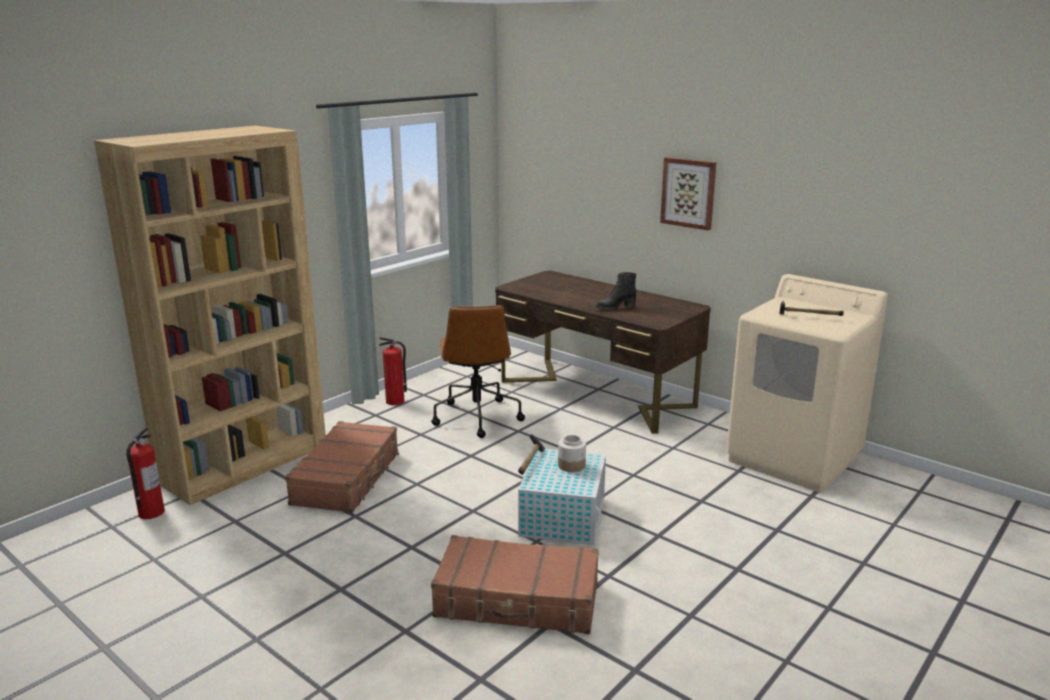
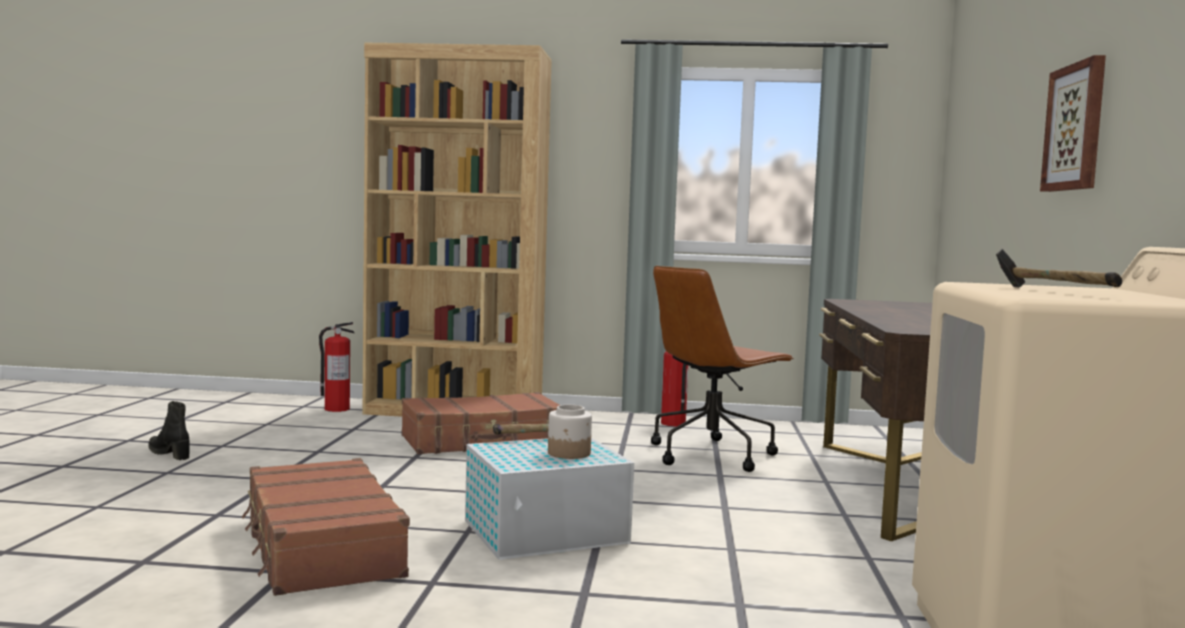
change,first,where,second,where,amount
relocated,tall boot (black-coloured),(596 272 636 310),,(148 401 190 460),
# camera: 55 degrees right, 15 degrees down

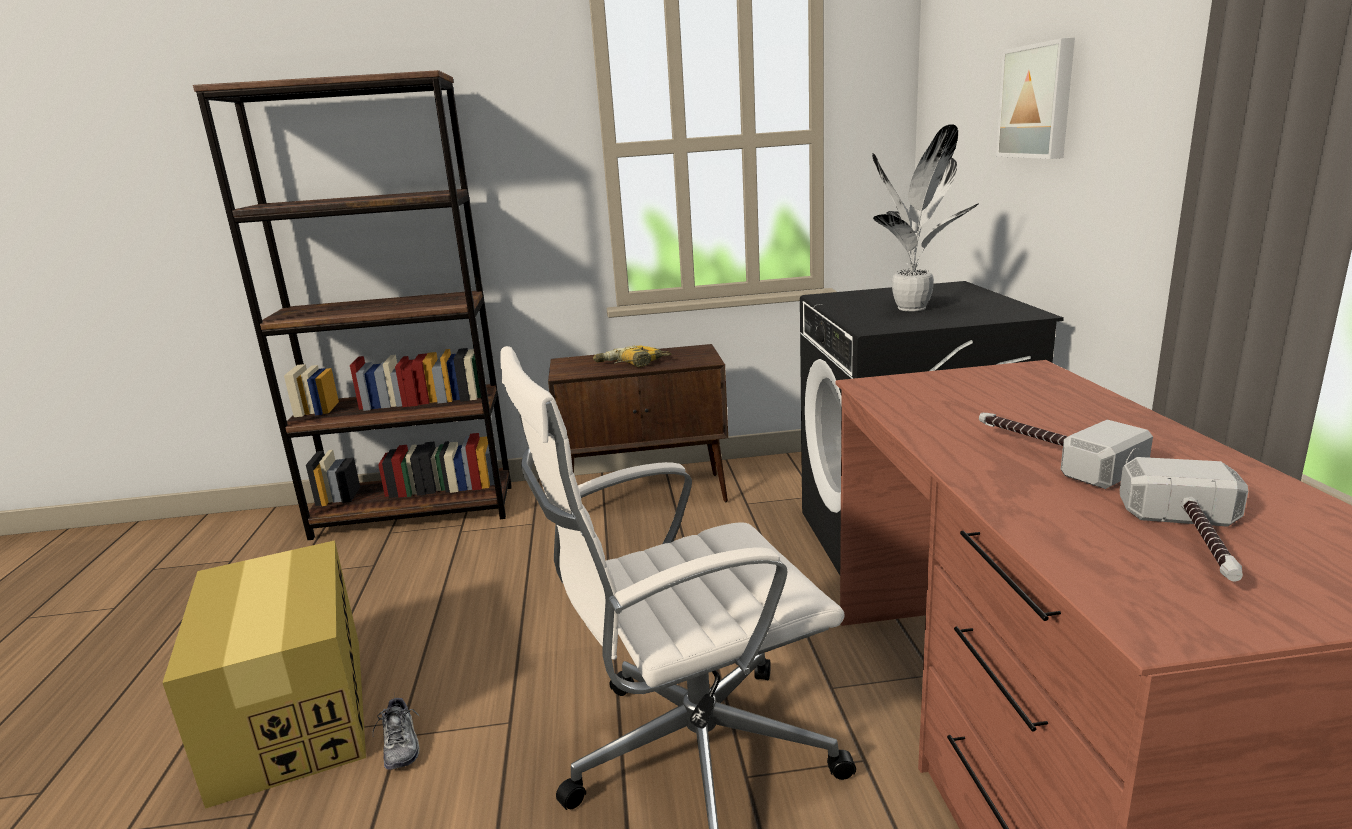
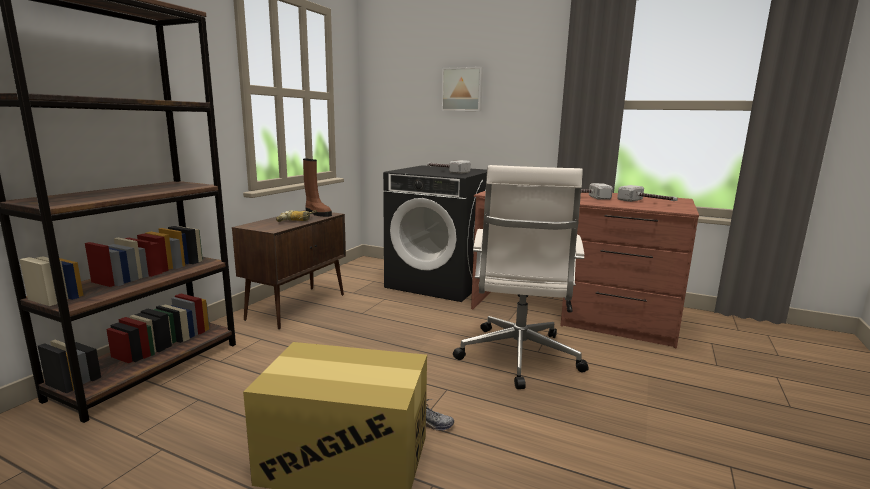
change,first,where,second,where,amount
appeared,,,tall boot (brownish),(303 158 332 217),
exchanged,plant in a pot,(872 124 979 311),hammer,(427 160 471 174),
# camera: 60 degrees left, 5 degrees down

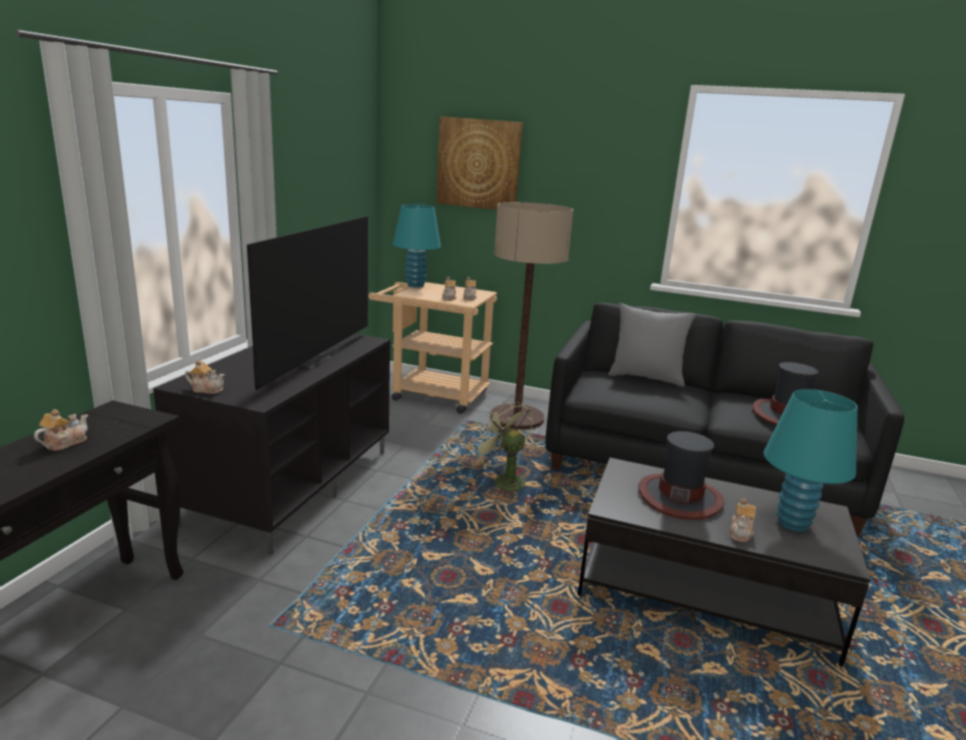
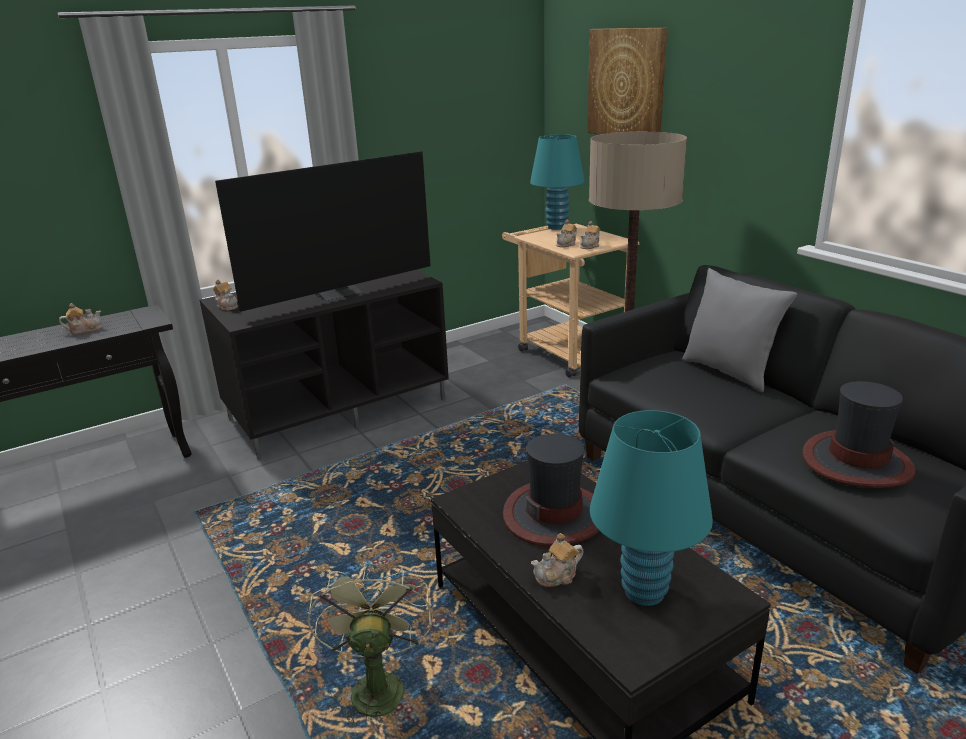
change,first,where,second,where,amount
relocated,cooling fan (greenish),(472 401 533 495),,(307 562 433 726),
# camera: 40 degrees right, 5 degrees up

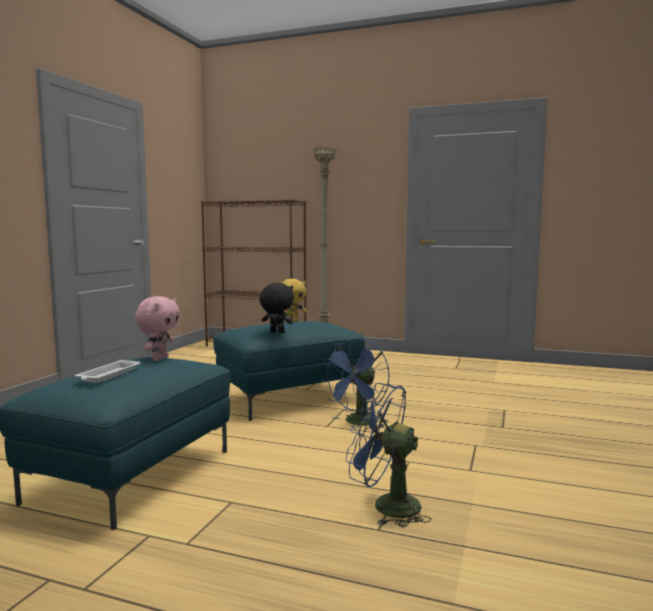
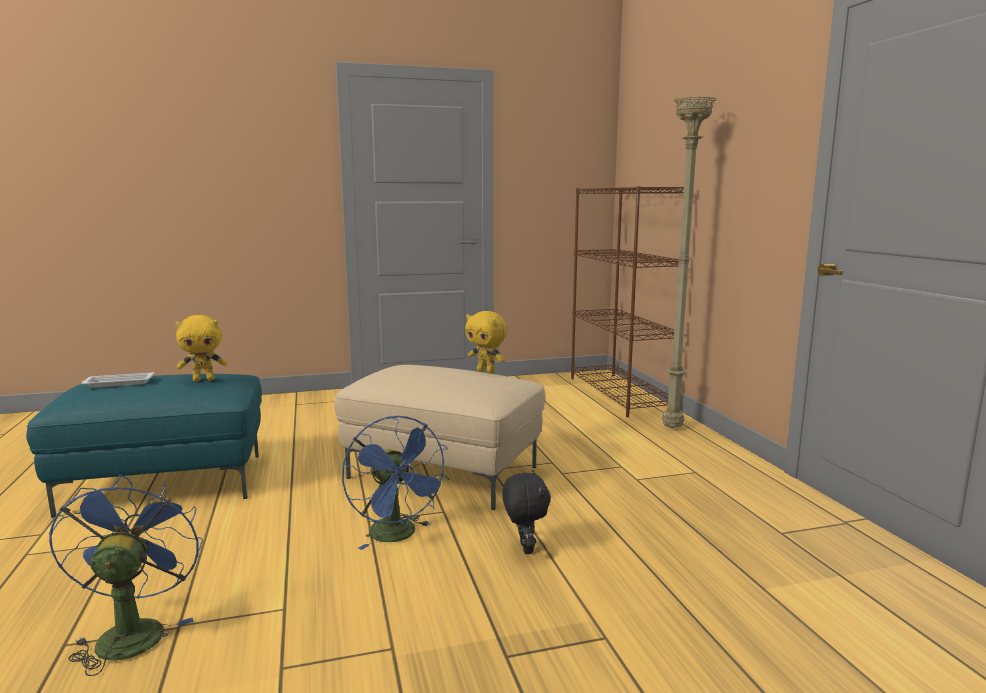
change,first,where,second,where,amount
colour,cuddly toy (pinkish),(135 296 180 361),cuddly toy (yellow-coloured),(176 315 227 382),
colour,pouffe (turquoise),(213 321 365 421),pouffe (beige-coloured),(334 365 545 510),
spun,cooling fan (bluish),(321 338 390 427),,(342 416 450 550),120 degrees counterclockwise
relocated,cuddly toy (black-coloured),(260 283 294 333),,(502 470 551 554),
# camera: 55 degrees right, 5 degrees up

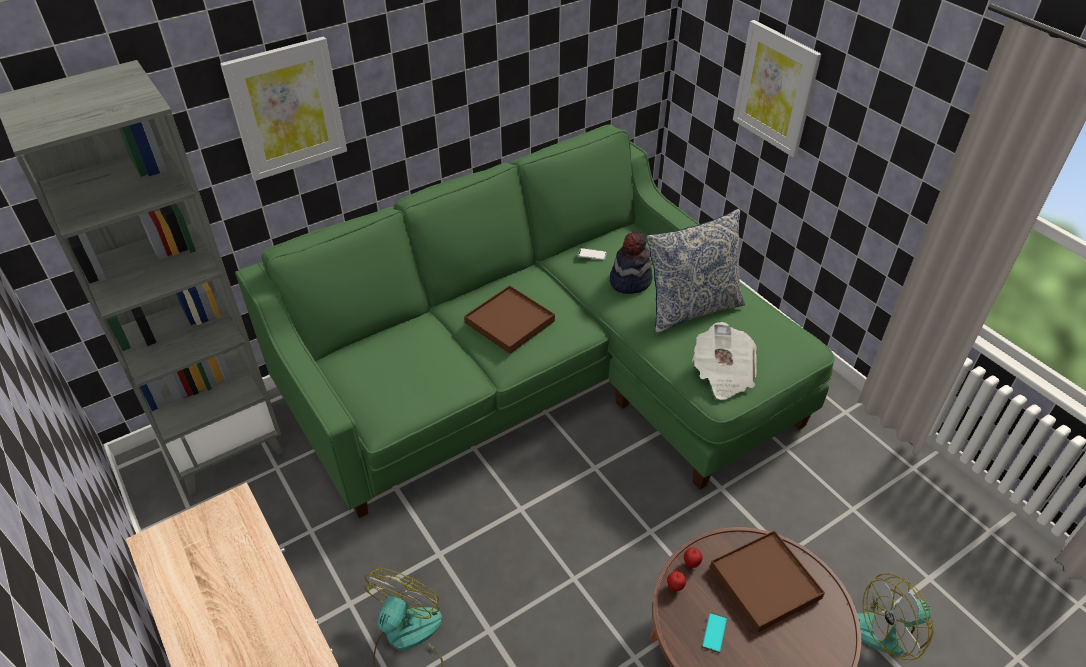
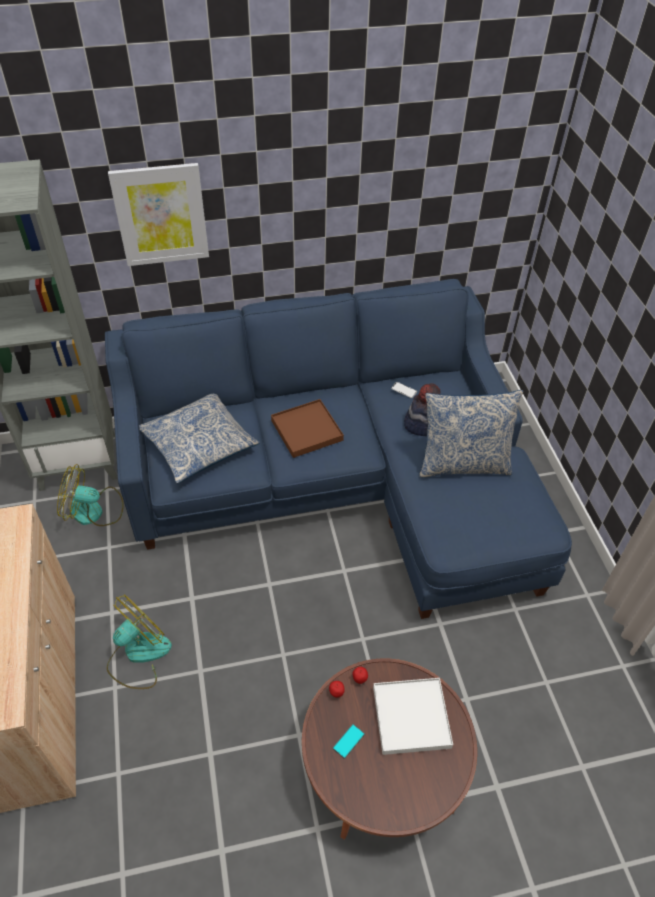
change,first,where,second,where,amount
relocated,cooling fan,(857 573 933 660),,(57 464 124 526),
colour,couch (greenish),(235 124 835 518),couch (bluish),(105 279 572 619),
appeared,,,cushion,(139 394 260 483),
colour,serving tray (brownish),(710 530 825 633),serving tray (white-coloured),(373 678 453 755),
missing,daily paper,(693 322 757 400),,,
missing,wall art,(733 20 821 157),,,
# camera: 20 degrees right, 5 degrees up

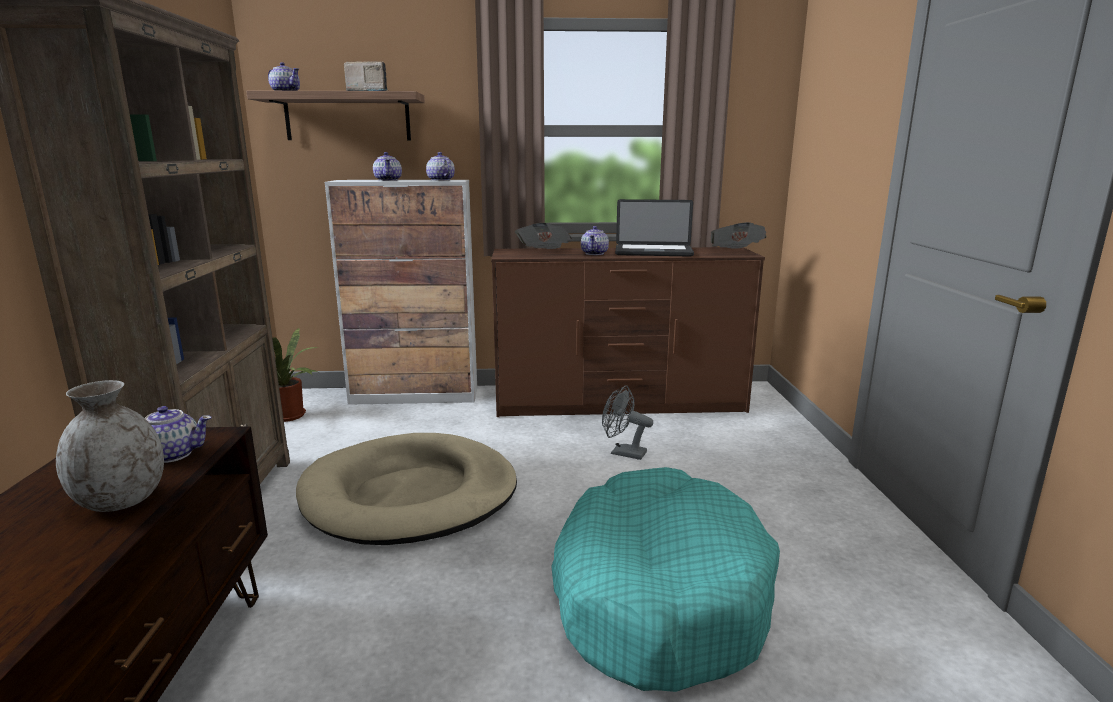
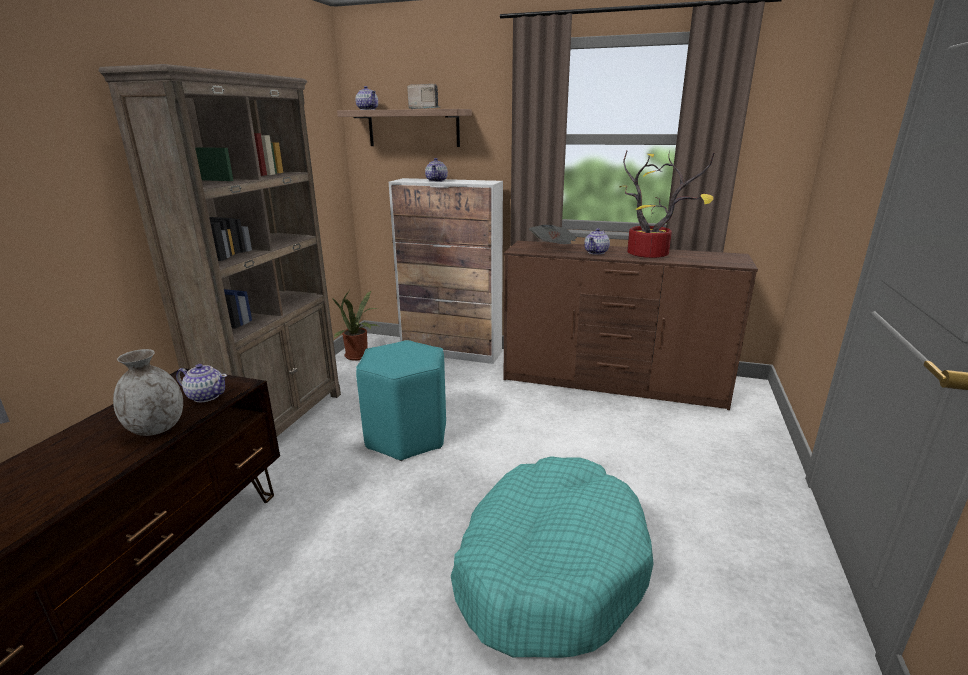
change,first,where,second,where,amount
exchanged,pet bed (beige-coloured),(296 433 517 545),stool (turquoise),(356 340 446 461),
exchanged,portable computer,(615 199 694 257),plant in a pot,(620 150 714 258),
missing,tea pot,(426 152 455 181),,,
missing,cooling fan (greyish),(602 385 653 460),,,
missing,daily paper,(710 222 767 249),,,
# camera: 20 degrees right, 5 degrees up

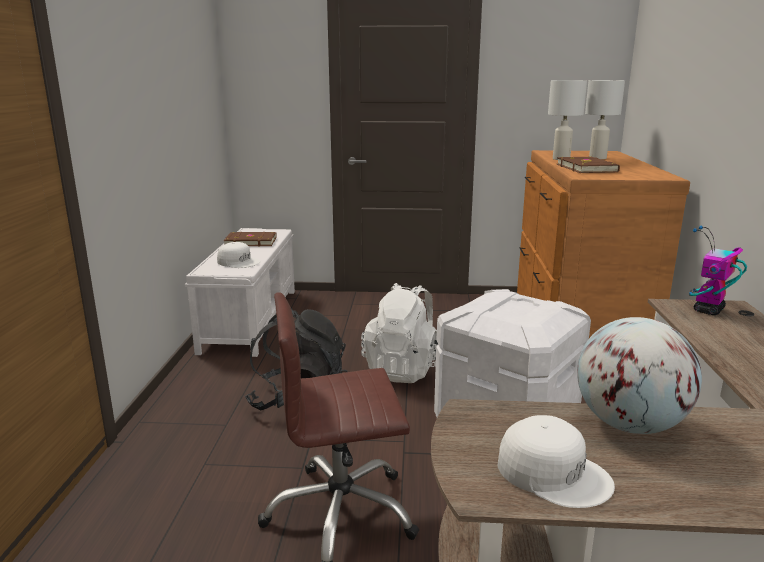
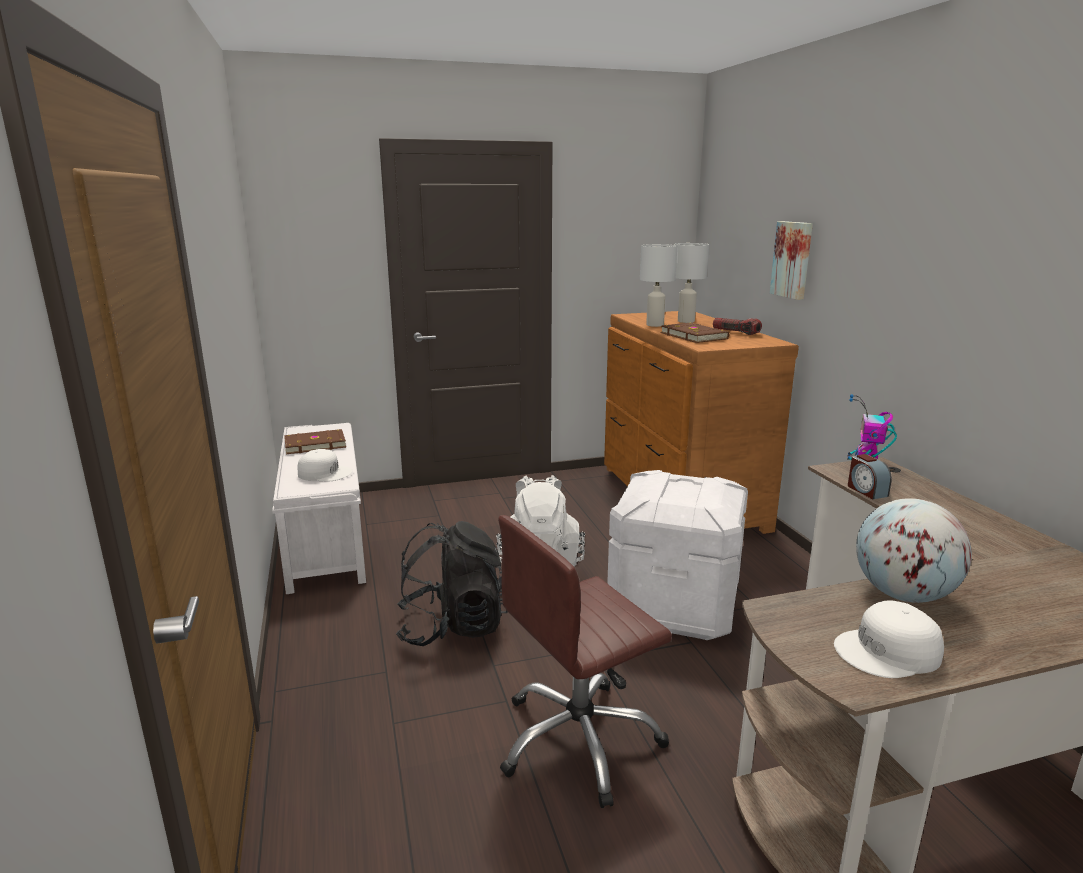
change,first,where,second,where,amount
appeared,,,torch,(713 318 762 335),
appeared,,,wall art,(770 221 813 300),
spun,cap (white-coloured),(497 415 615 508),,(834 600 944 678),150 degrees clockwise
appeared,,,alarm clock,(848 454 892 499),
# camera: 20 degrees left, 0 degrees up

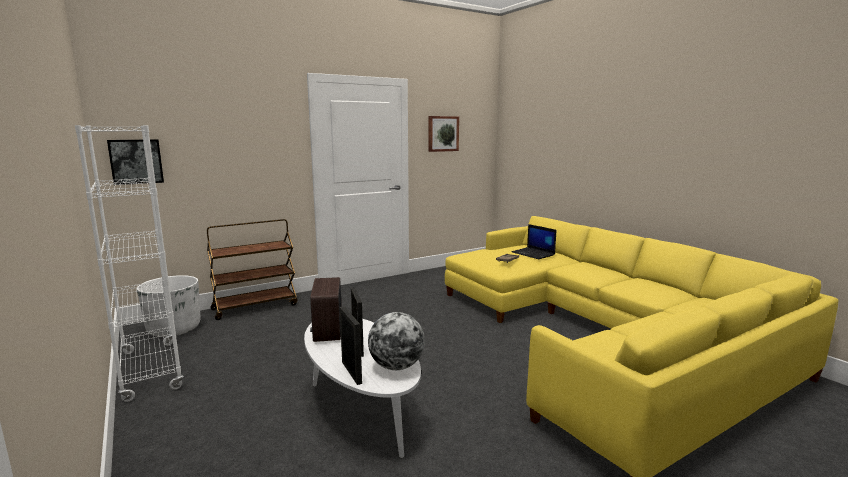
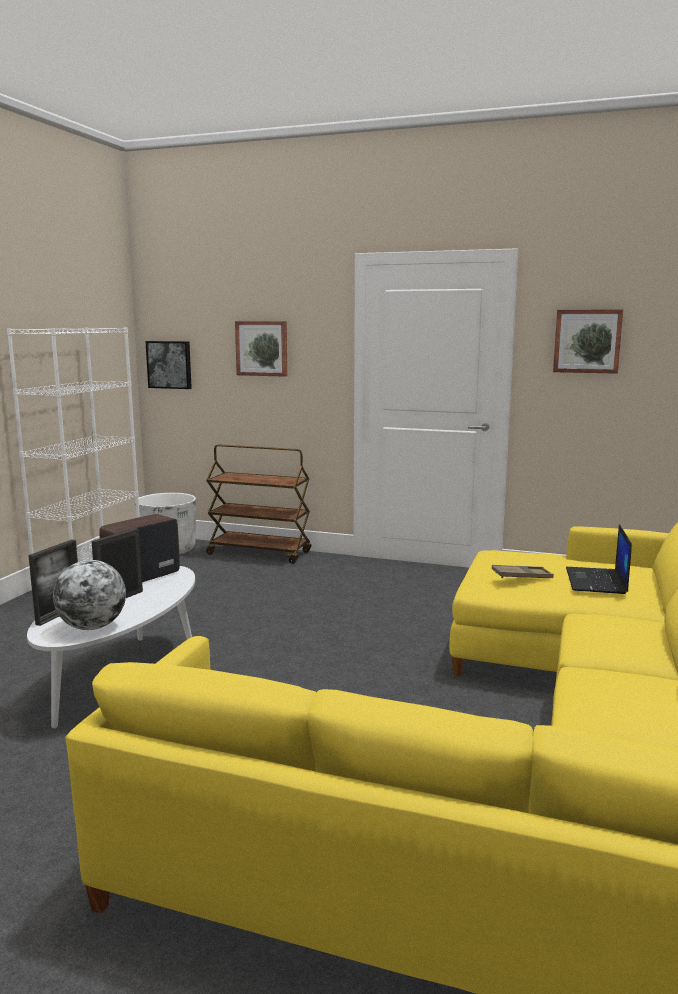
change,first,where,second,where,amount
appeared,,,wall art,(235 321 287 377),
# camera: 50 degrees right, 0 degrees up

